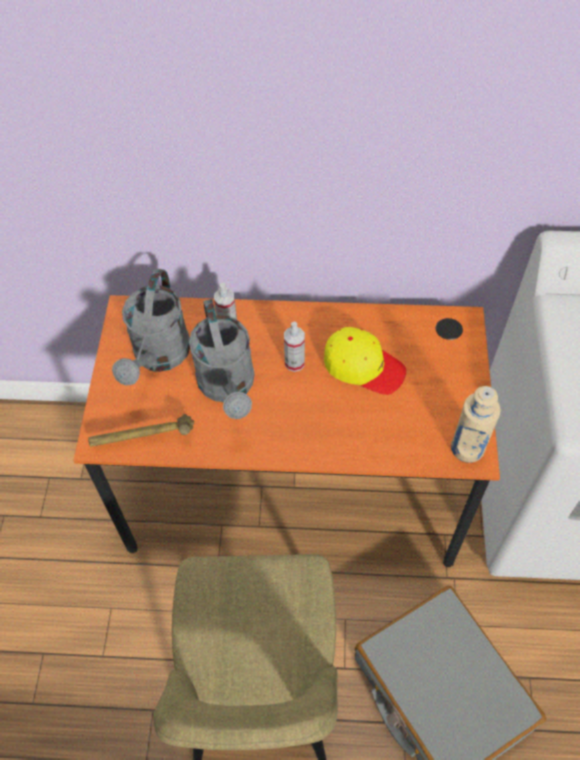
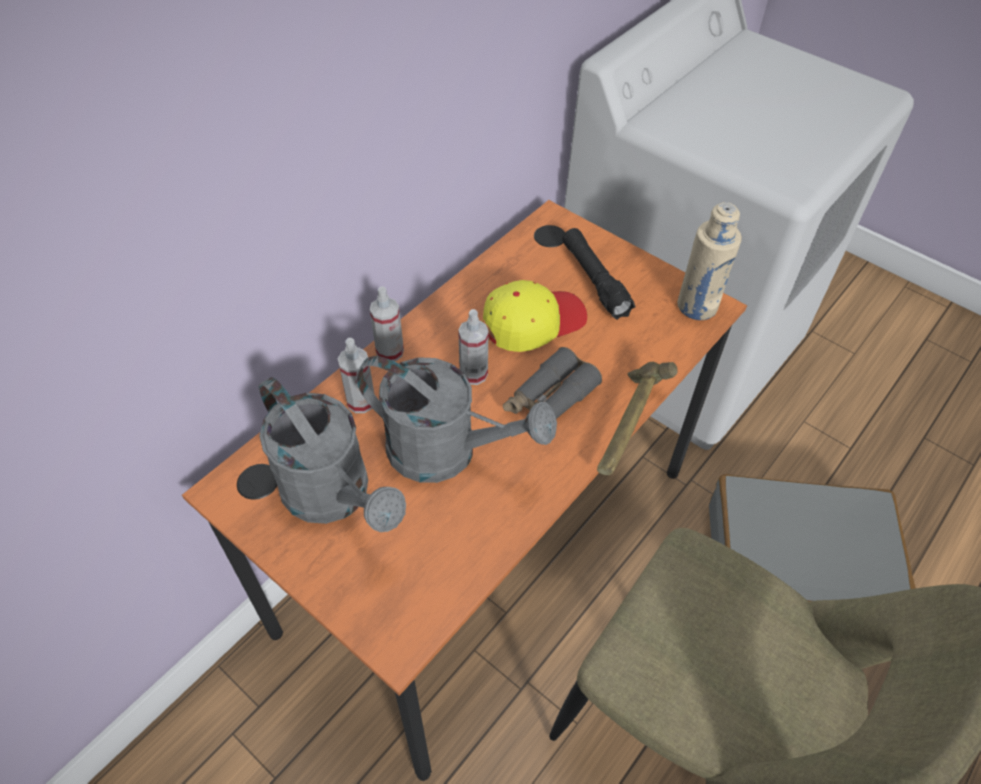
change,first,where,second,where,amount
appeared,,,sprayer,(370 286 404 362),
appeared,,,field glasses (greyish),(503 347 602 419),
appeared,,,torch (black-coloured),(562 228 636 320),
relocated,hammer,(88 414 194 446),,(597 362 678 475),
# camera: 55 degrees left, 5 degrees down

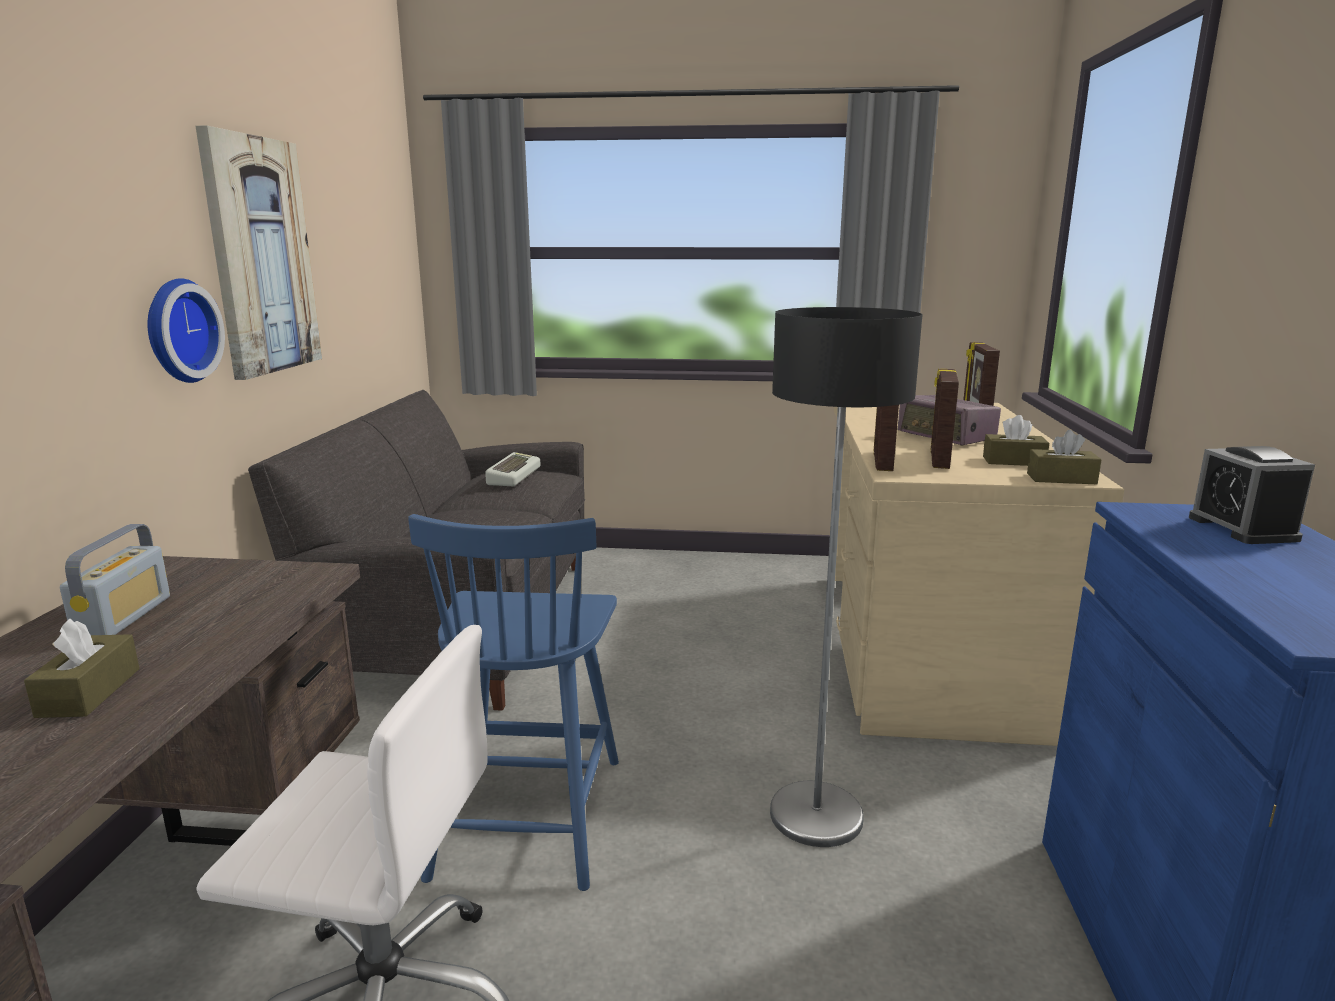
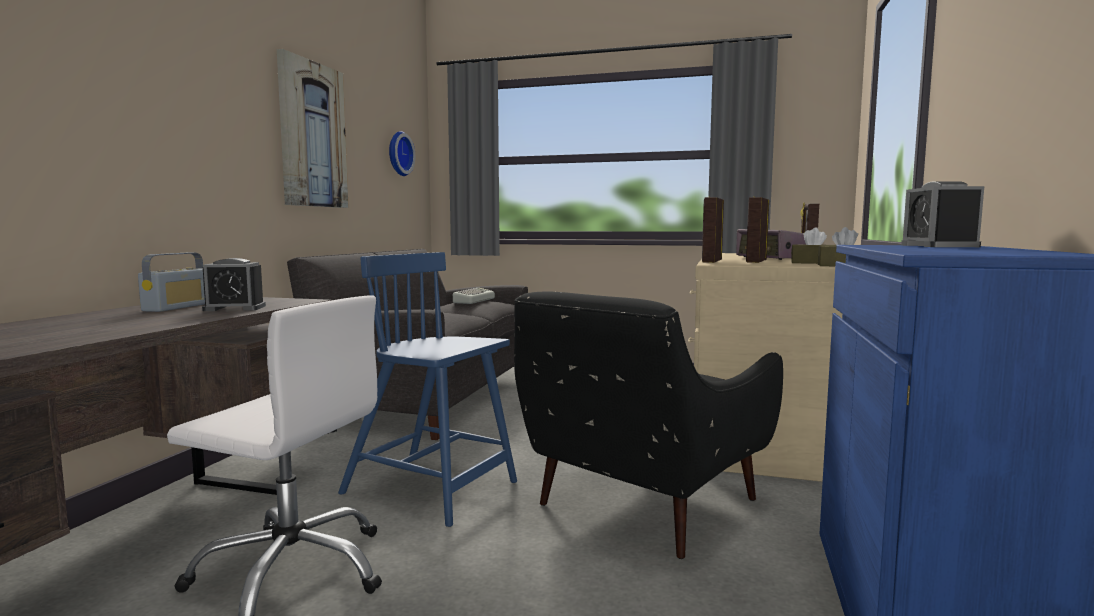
change,first,where,second,where,amount
appeared,,,alarm clock,(202 258 266 311),
spun,upright chair (bluish),(408 514 619 891),,(338 252 517 527),105 degrees clockwise
relocated,hanging clock,(148 278 225 383),,(389 131 415 176),
exchanged,standing lamp,(770 307 923 847),lounge chair (black-coloured),(514 292 783 559),
missing,tissue holder (brownish),(24 619 140 718),,,
# camera: 10 degrees right, 10 degrees down

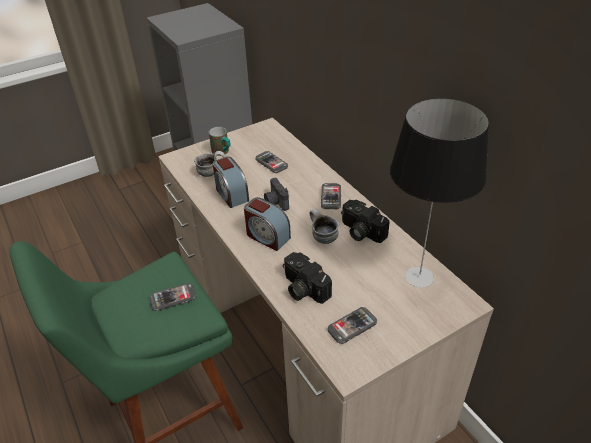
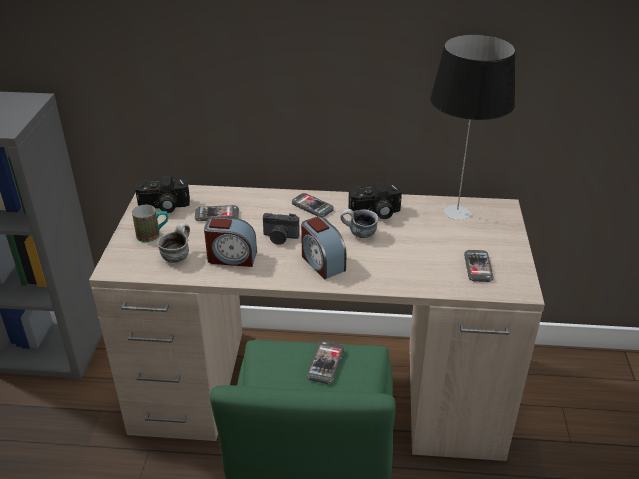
change,first,where,second,where,amount
relocated,photo camera,(283 252 332 304),,(135 176 190 213),
spun,alarm clock,(244 197 291 251),,(301 216 346 279),75 degrees clockwise
# camera: 55 degrees left, 5 degrees down

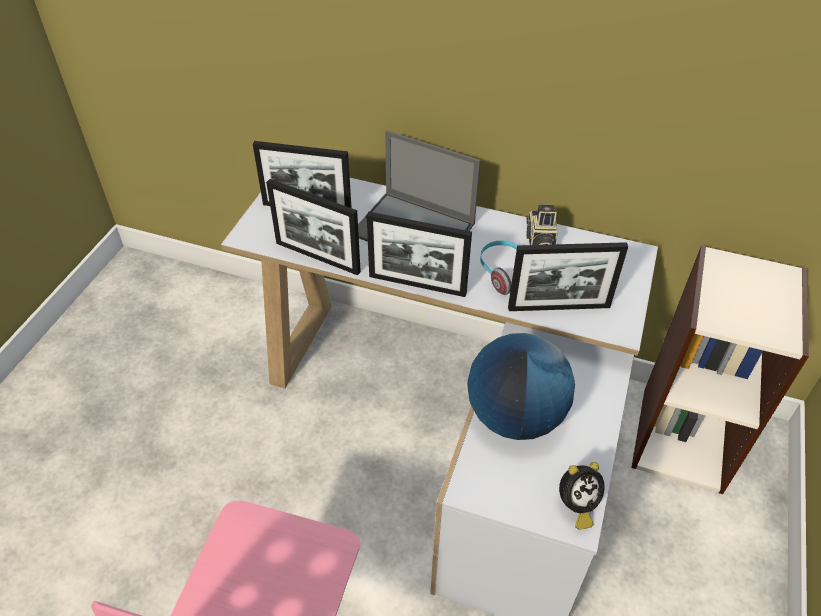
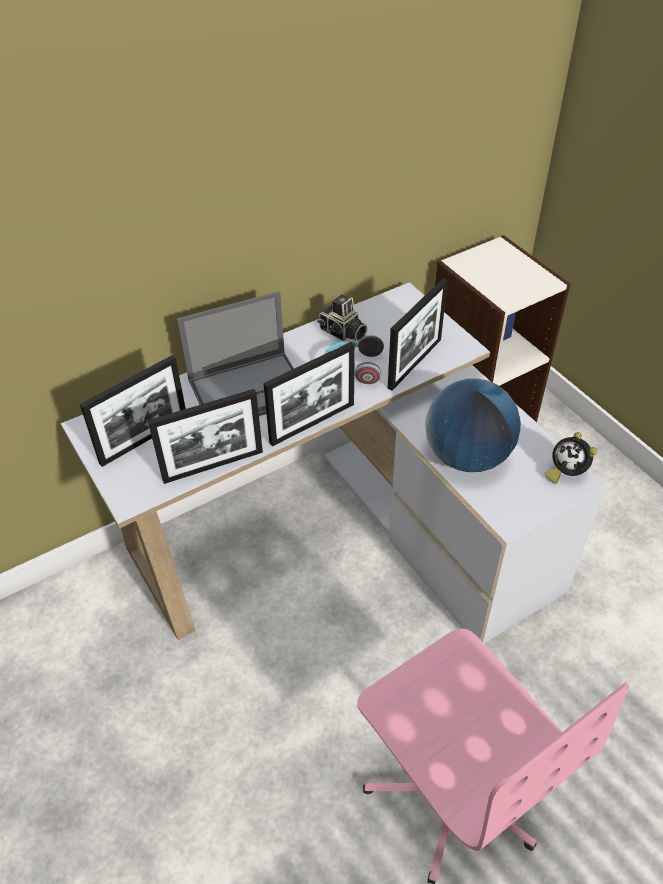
change,first,where,second,where,amount
spun,alarm clock,(559 462 605 530),,(545 432 597 484),120 degrees clockwise
# camera: 50 degrees left, 0 degrees up

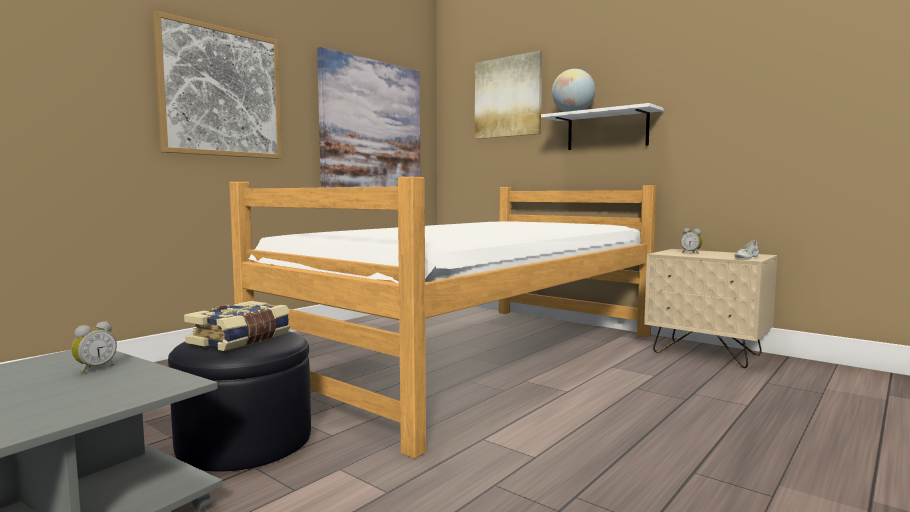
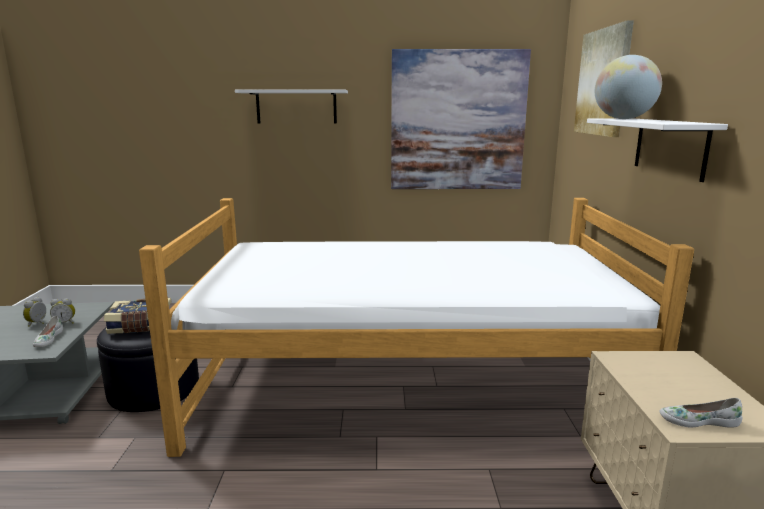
change,first,where,second,where,amount
relocated,alarm clock,(681 228 703 254),,(23 297 46 327),
appeared,,,shoe (white-coloured),(33 316 63 347),
exchanged,wall art,(152 11 282 159),wall shelf (white-coloured),(235 89 348 124),
# camera: 50 degrees right, 10 degrees up

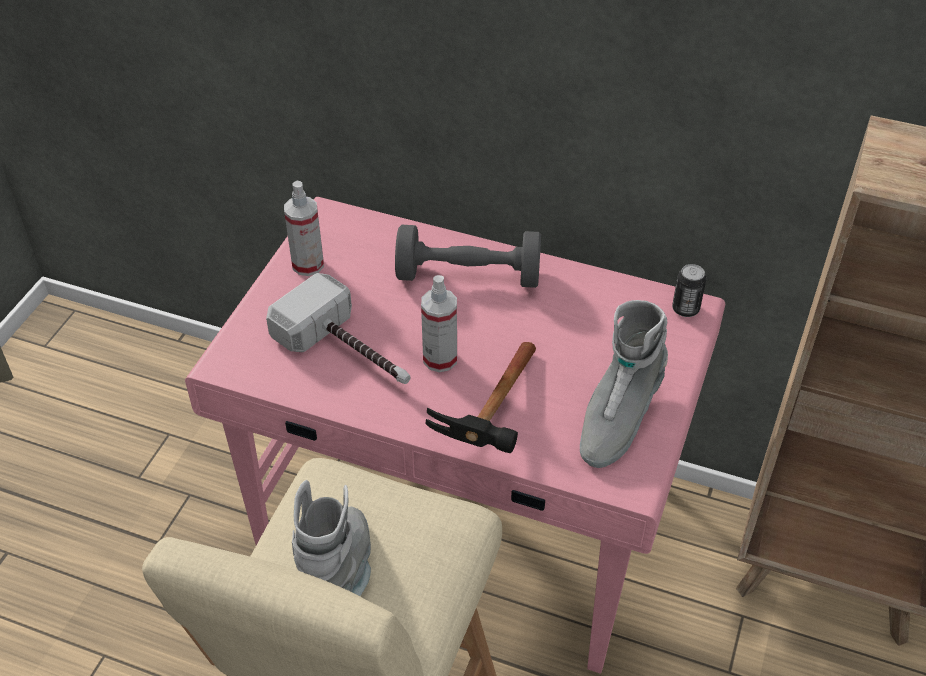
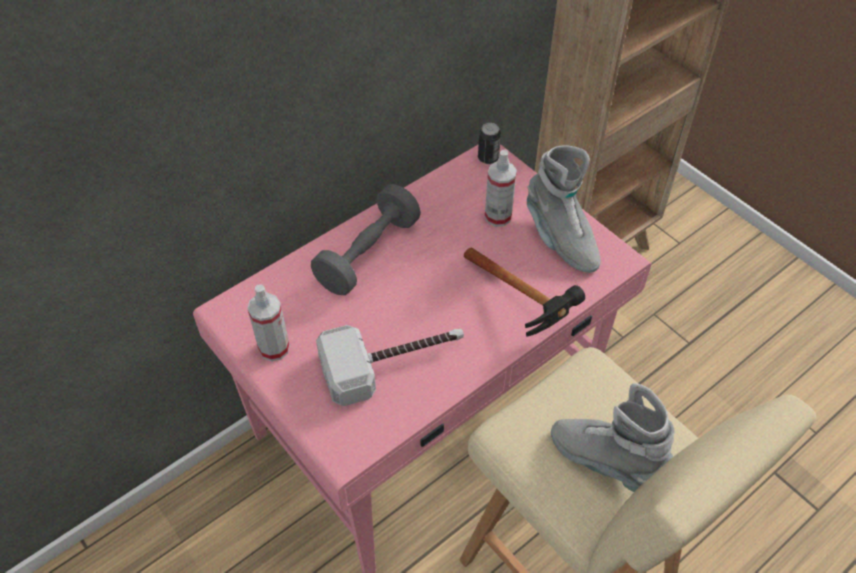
change,first,where,second,where,amount
relocated,sprayer,(421 275 457 372),,(485 150 517 227),
# camera: 60 degrees left, 5 degrees up

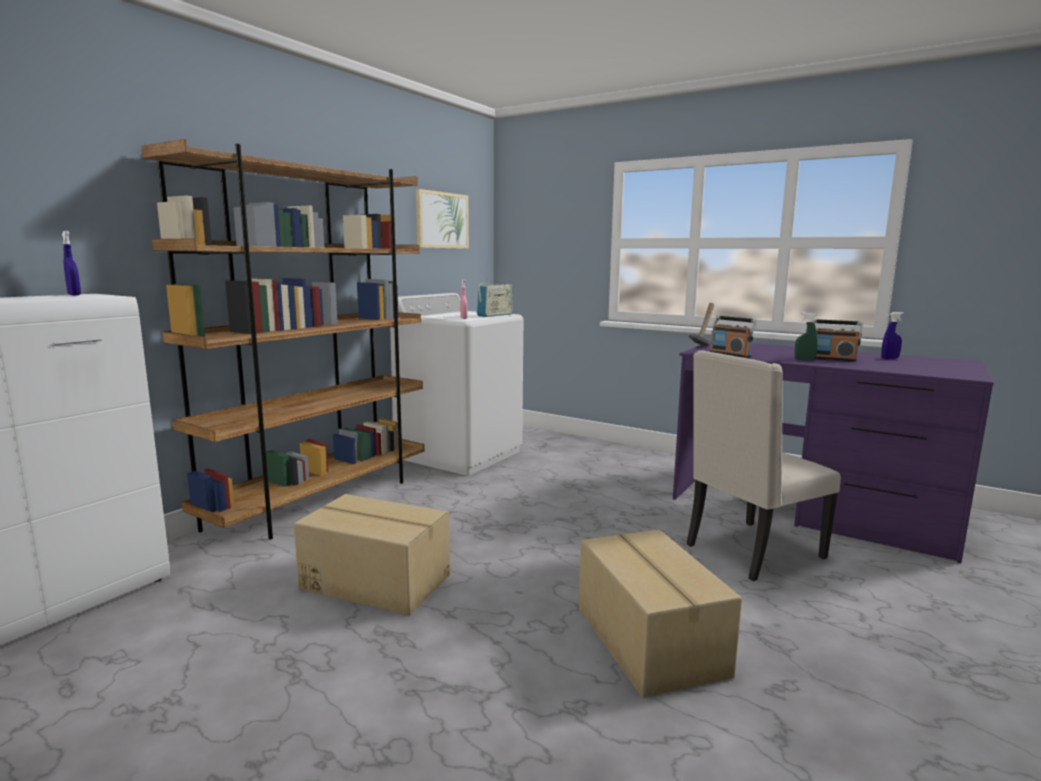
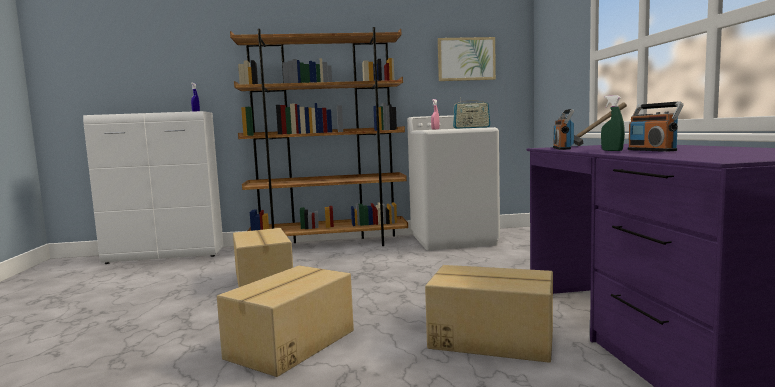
change,first,where,second,where,amount
exchanged,upright chair (beige-coloured),(687 350 841 581),carton,(425 265 553 363),
missing,sprayer (bluish),(881 312 904 359),,,
# camera: 50 degrees right, 5 degrees down

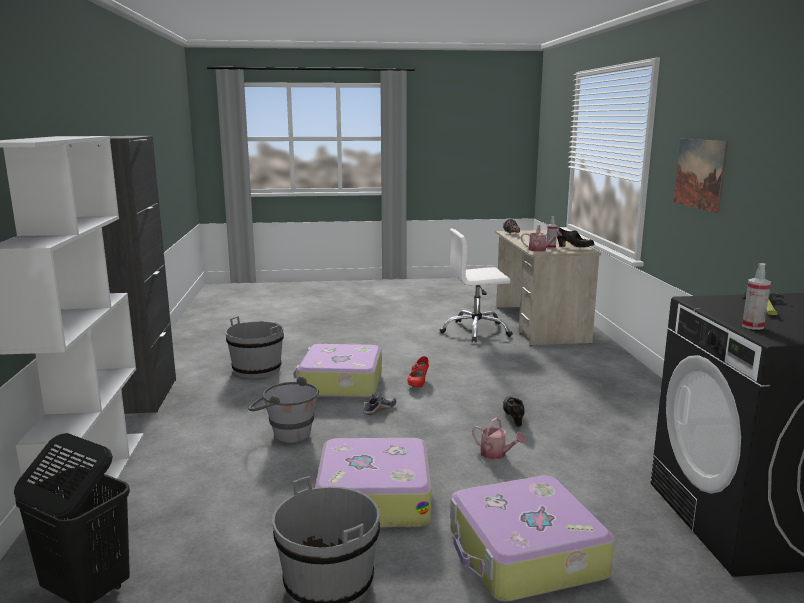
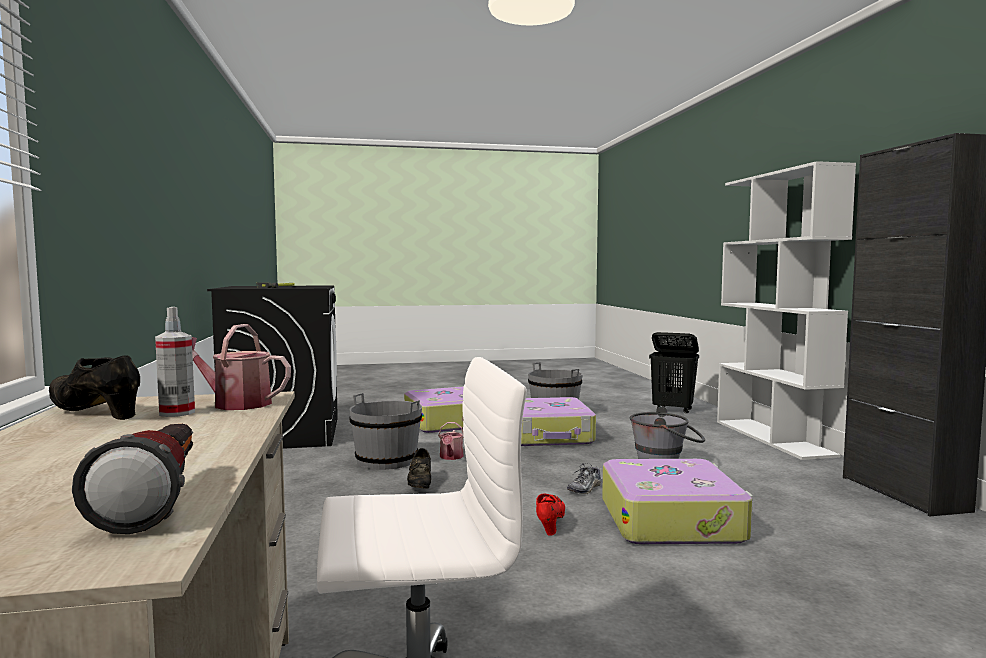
change,first,where,second,where,amount
relocated,bucket (greyish),(225 316 284 379),,(349 393 422 470),
spun,watering can,(472 418 526 460),,(438 422 464 460),120 degrees counterclockwise
missing,wall art,(673 139 728 213),,,
missing,sprayer,(742 263 771 330),,,
# camera: 175 degrees right, 10 degrees down

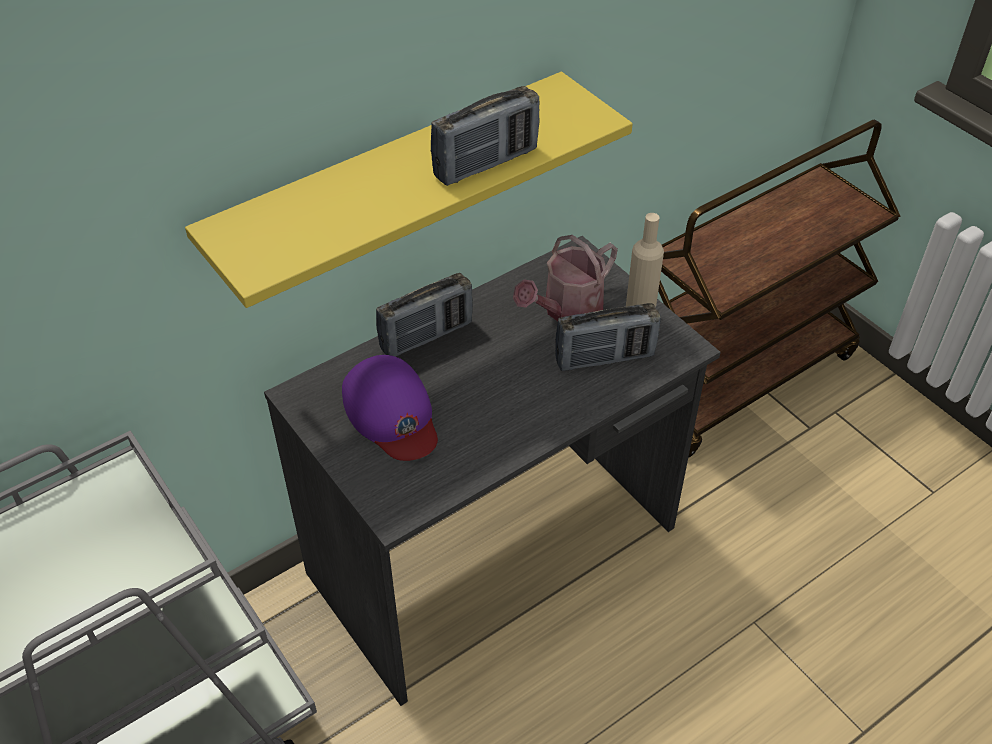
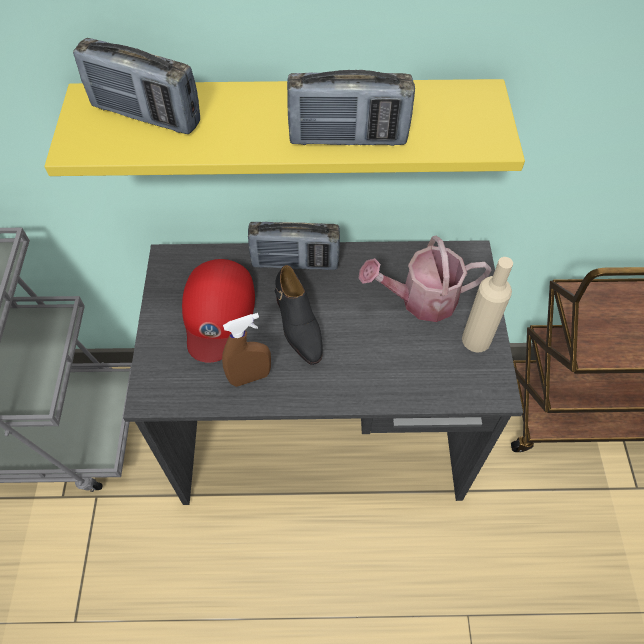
change,first,where,second,where,amount
relocated,radio receiver,(555 303 661 371),,(73 38 200 134),
colour,cap (purplish),(342 355 438 461),cap (red-coloured),(182 259 255 363),
appeared,,,sprayer (brownish),(222 313 271 387),
appeared,,,shoe (black-coloured),(275 265 323 365),
# camera: 35 degrees right, 10 degrees up

